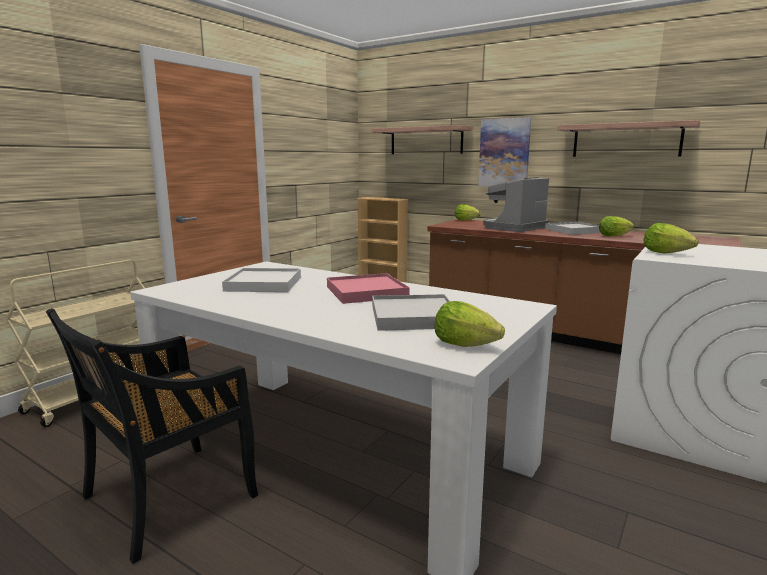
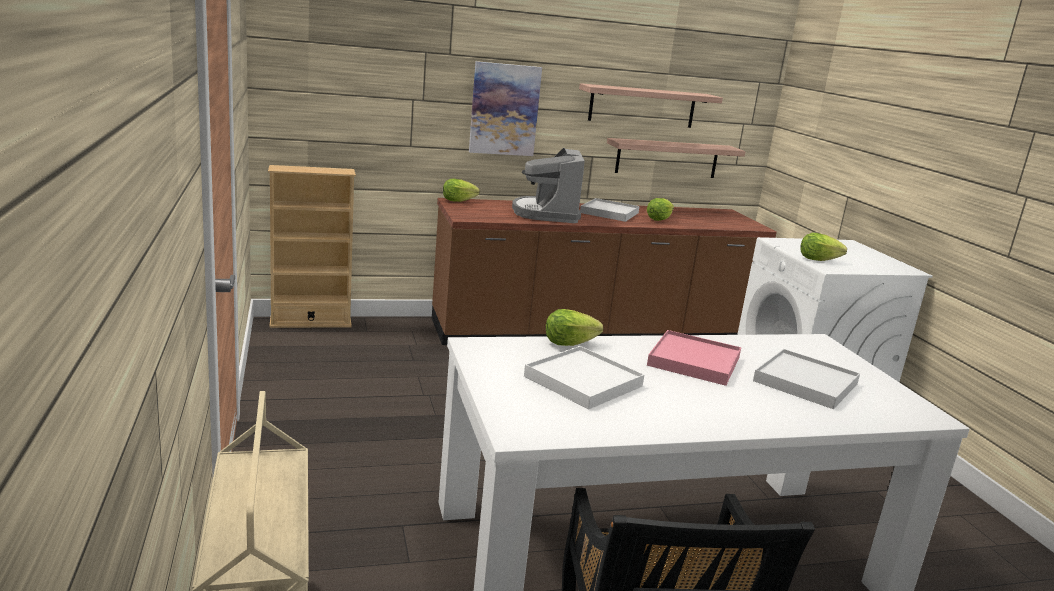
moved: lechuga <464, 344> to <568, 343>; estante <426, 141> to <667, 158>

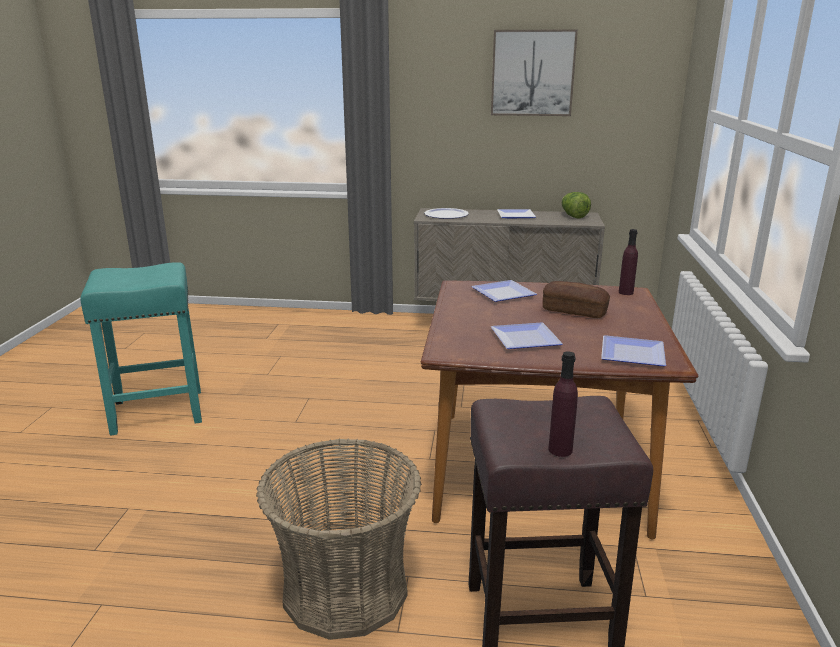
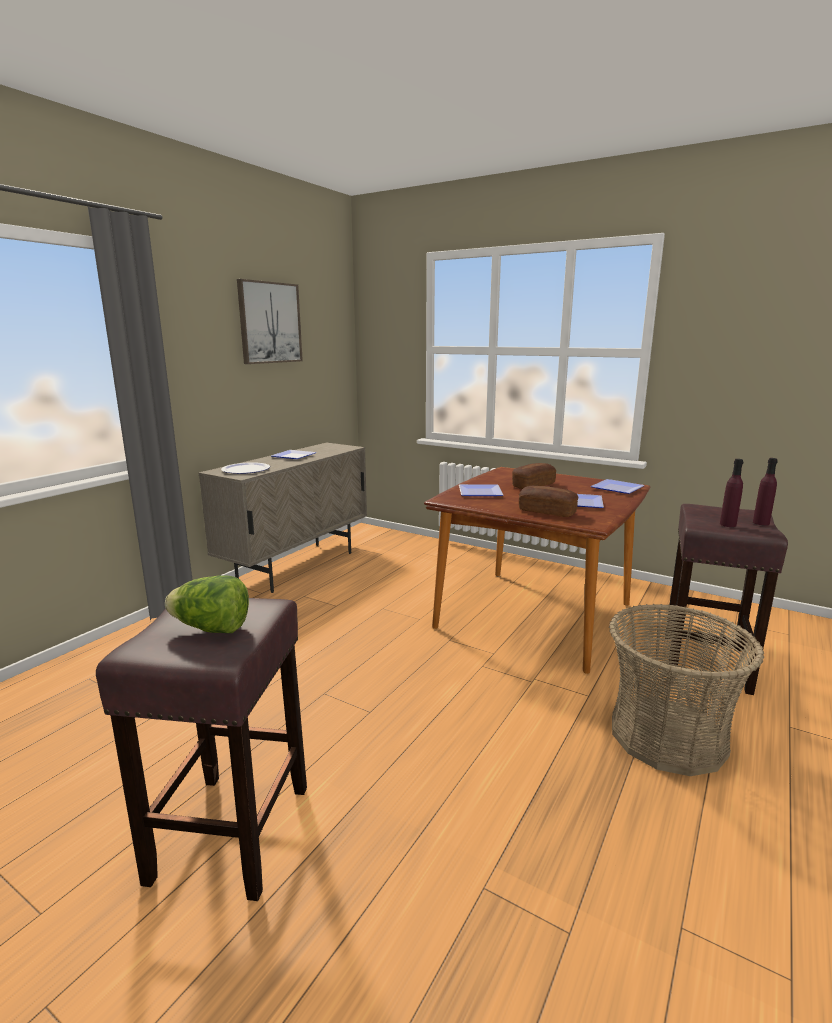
added: pan <547, 512>
moved: lechuga <573, 216> to <211, 629>; botella [morado] <626, 292> to <728, 524>
recoloured: taburete [turquesa] <156, 412> to taburete [marrón] <230, 835>

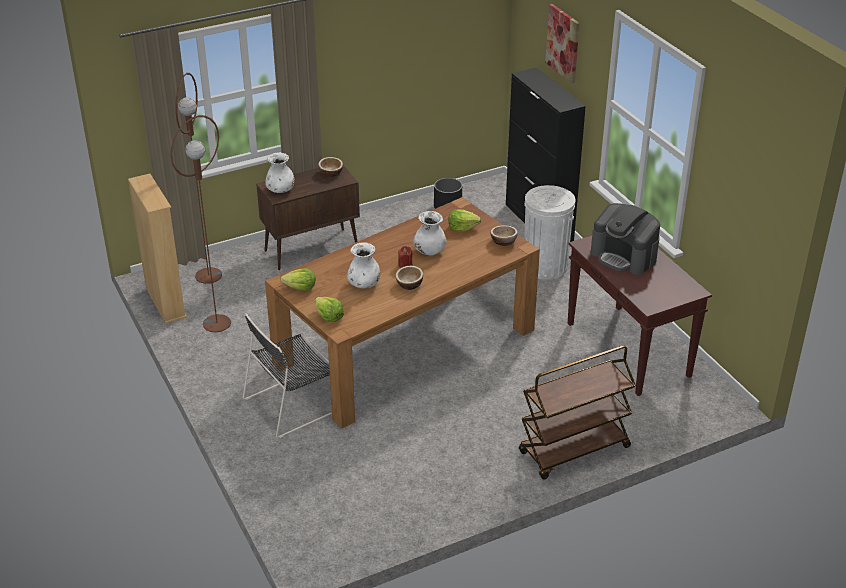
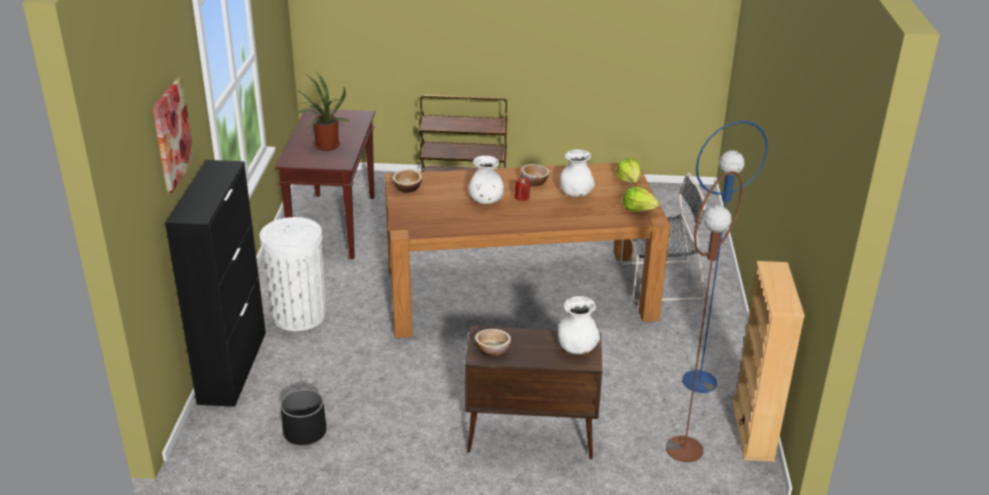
removed: lechuga <462, 227>
replaced: cafetera <624, 256> to planta en maceta <324, 146>
recoloured: lámpara de pie [marrón] <217, 323> to lámpara de pie [azul] <699, 382>

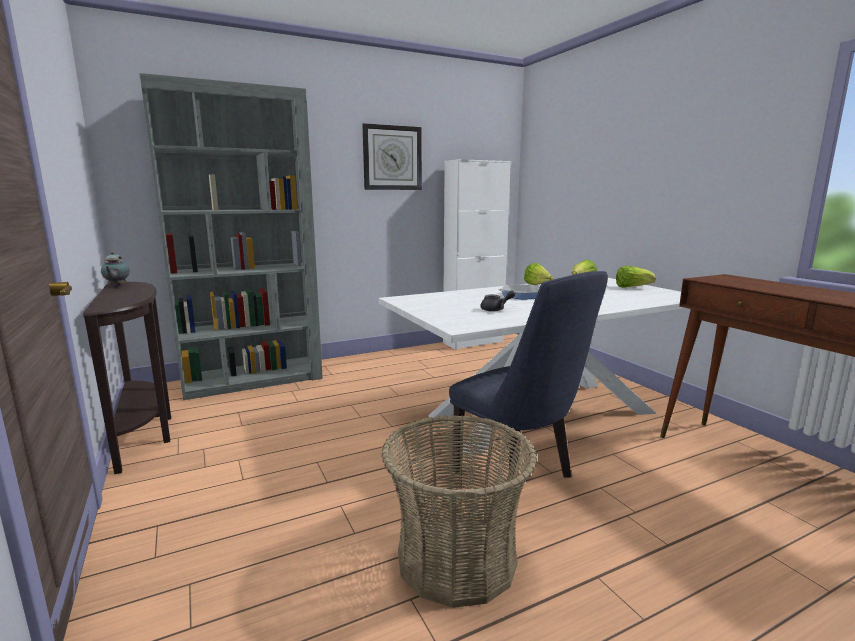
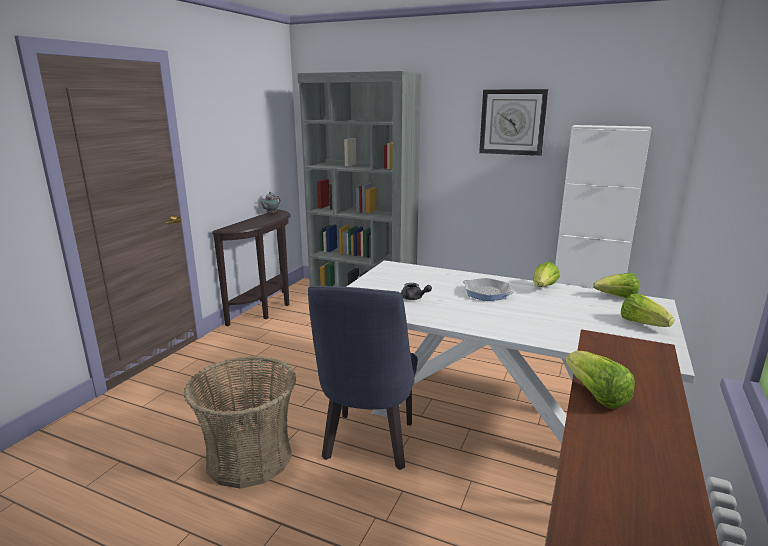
added: lechuga <595, 395>

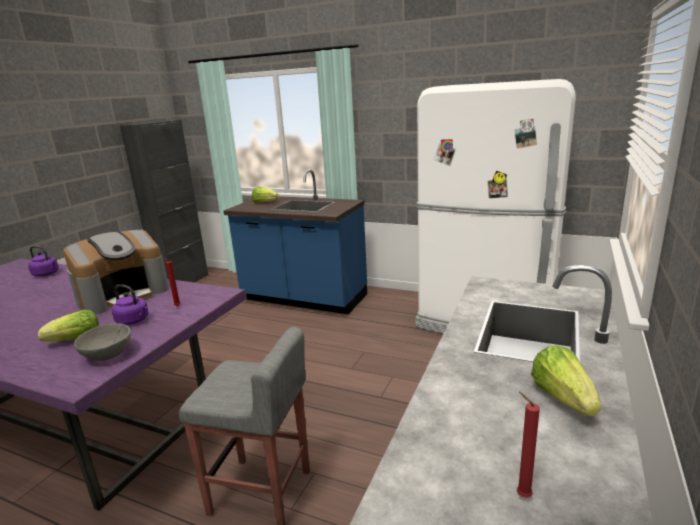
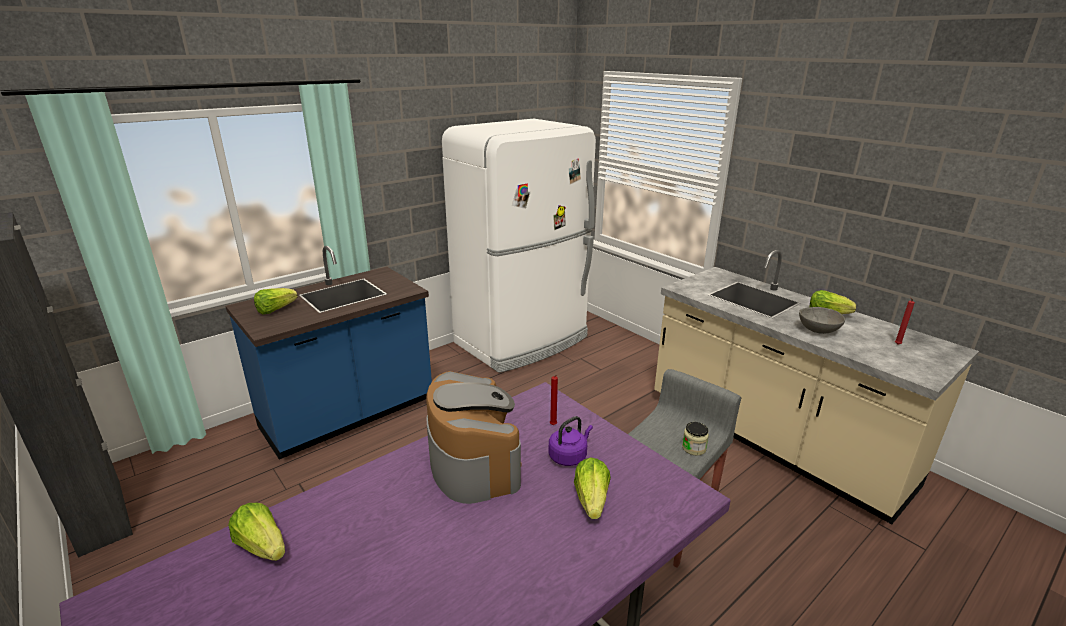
added: tarro <694, 448>
moved: cuenco [gris] <108, 355> to <817, 330>
replaced: hervidor [morado] <47, 274> to lechuga <262, 546>

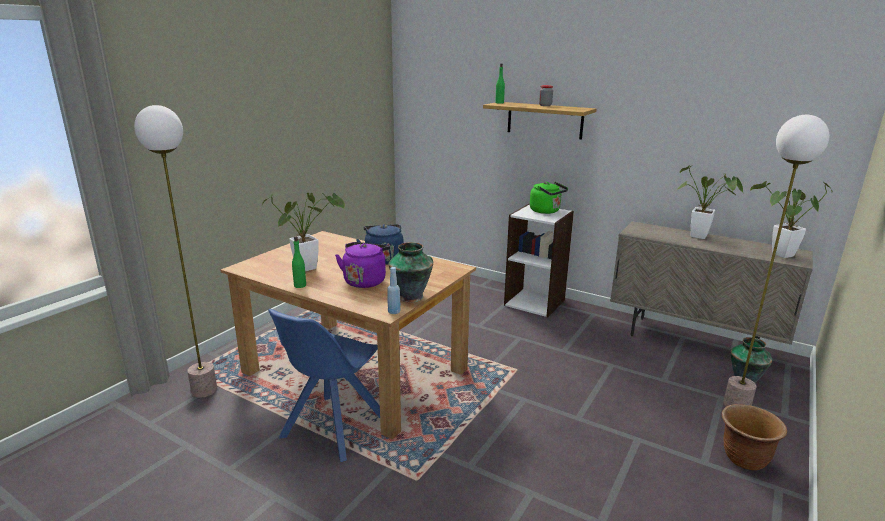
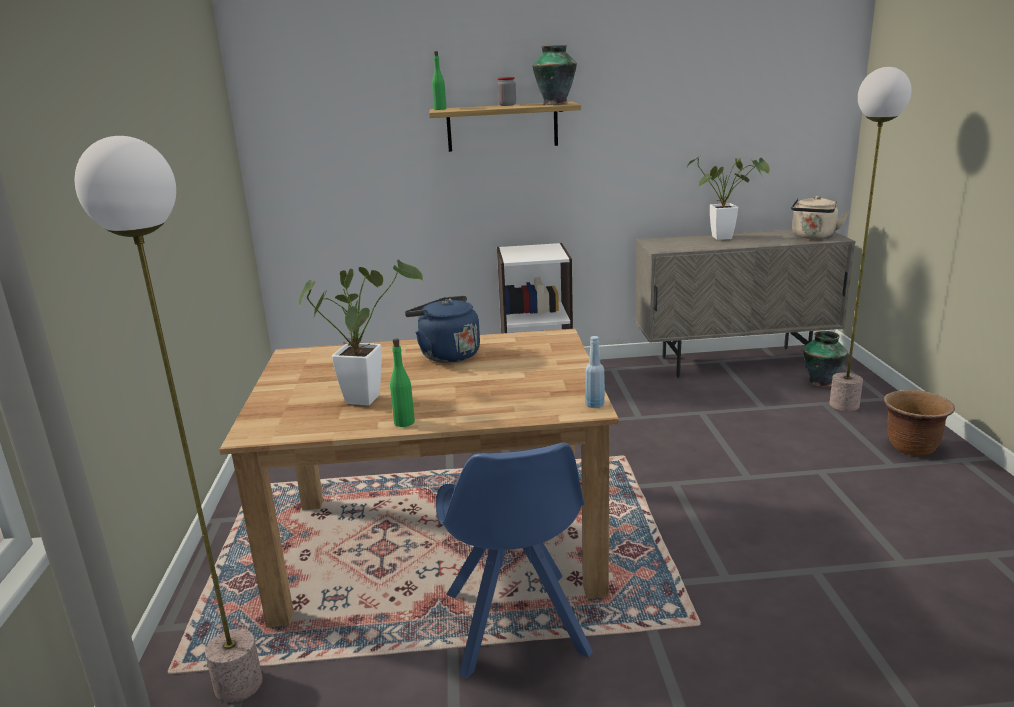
removed: hervidor [morado] <365, 281>; hervidor [verde] <546, 211>
moved: florero <412, 297> to <555, 104>
replaced: planta en maceta <779, 255> to hervidor [beis] <813, 237>

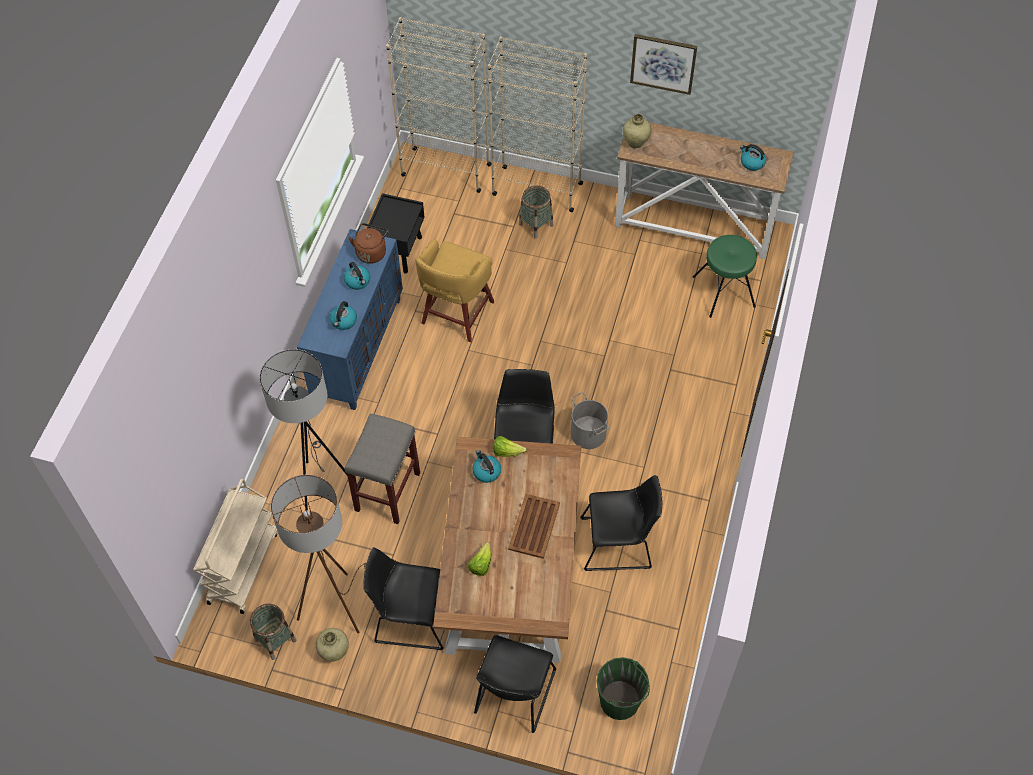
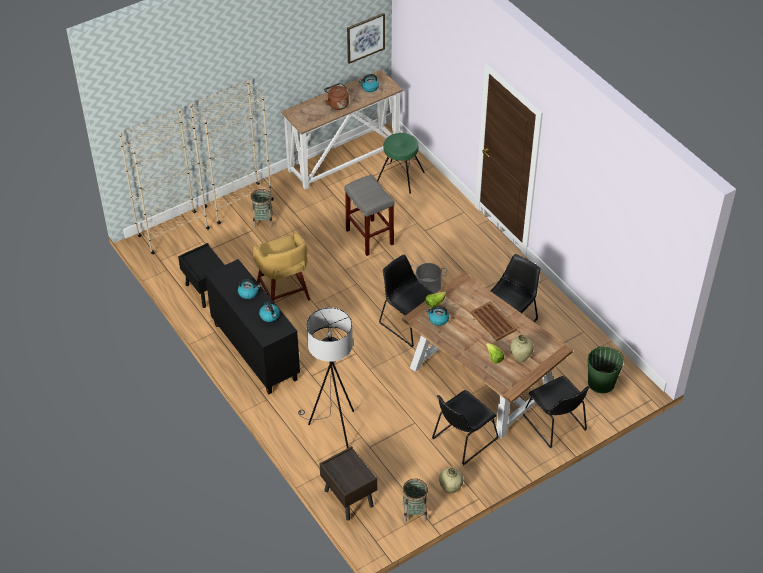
removed: lámpara de pie [marrón] <335, 603>
moved: hervidor [marrón] <371, 252> to <337, 104>; taburete [gris] <387, 491> to <369, 237>; cuadro <663, 63> to <365, 37>; florero [beis] <635, 143> to <520, 357>
replaced: carrito [beis] <243, 566> to mesita de noche [marrón] <348, 498>
recoloured: armario [azul] <358, 348> to armario [negro] <254, 352>

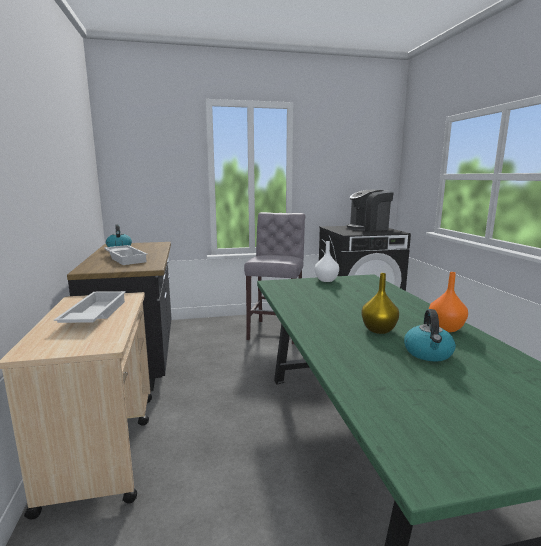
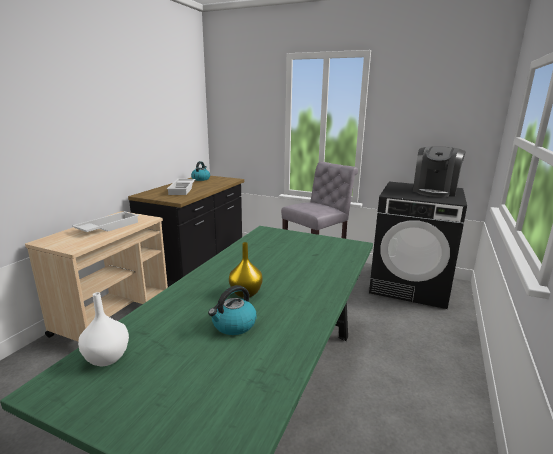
removed: florero [naranja] <445, 328>
moved: florero [blanco] <326, 280> to <107, 357>
turned: cafetera <368, 228> = <435, 191> 75 degrees counterclockwise

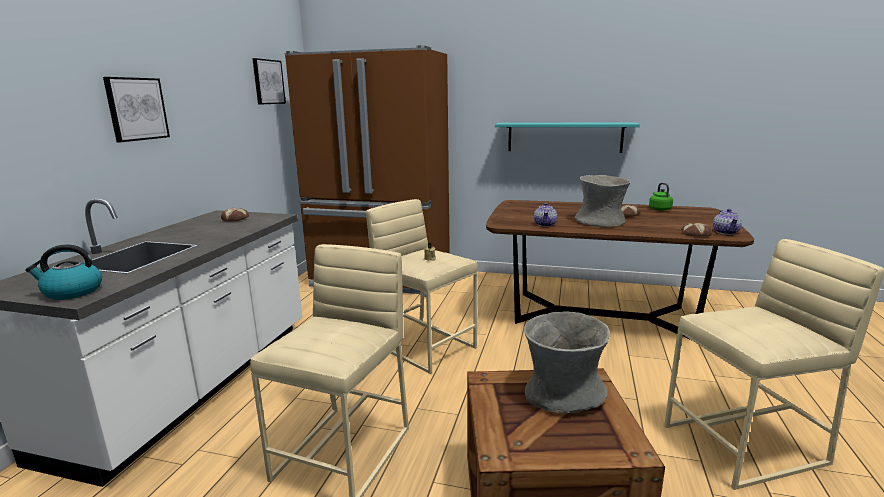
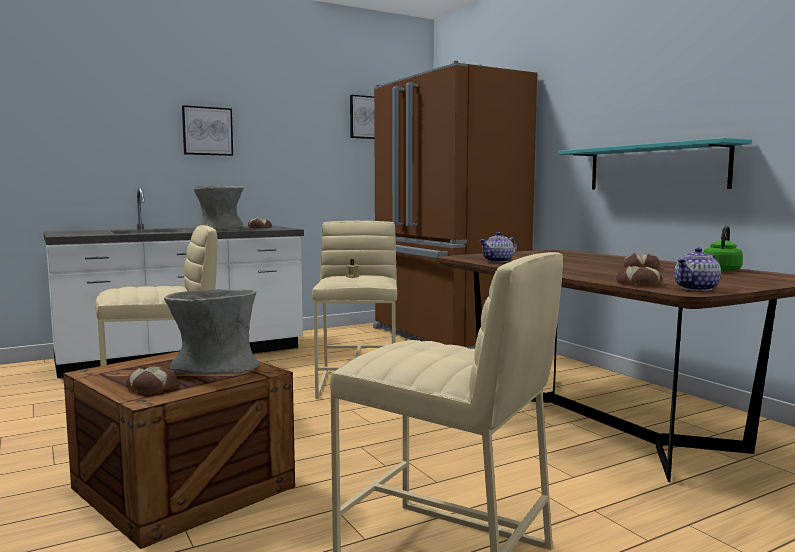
removed: hervidor <72, 292>
added: pan <152, 387>
moved: florero [gris] <600, 222> to <220, 229>

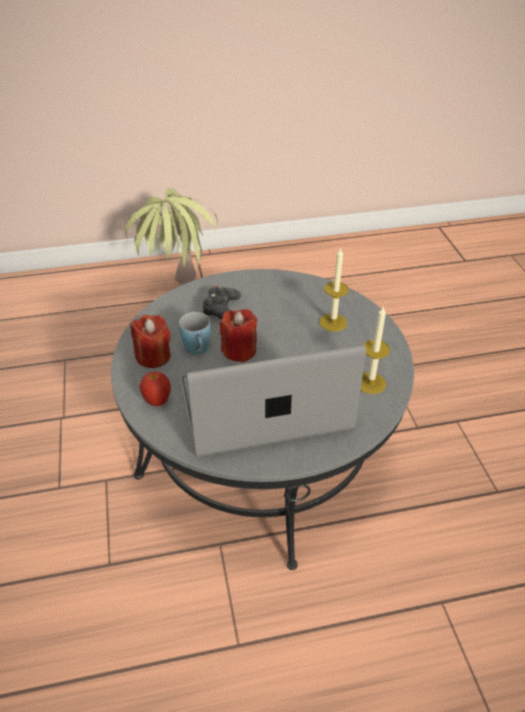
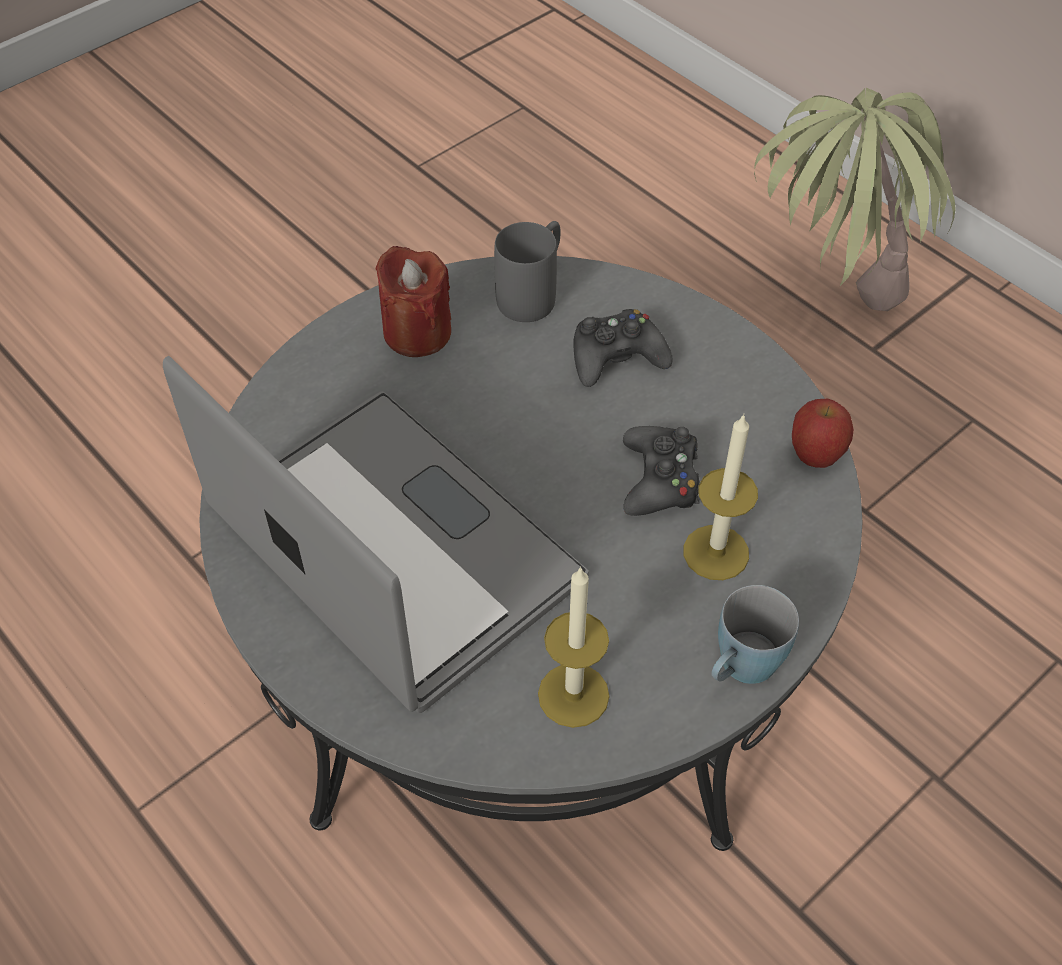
removed: vela [rojo] <239, 350>
added: taza grande [gris] <533, 293>; mando de consola [negro] <660, 479>
moved: taza grande [azul] <198, 350> to <740, 669>; manzana <157, 401> to <815, 457>

